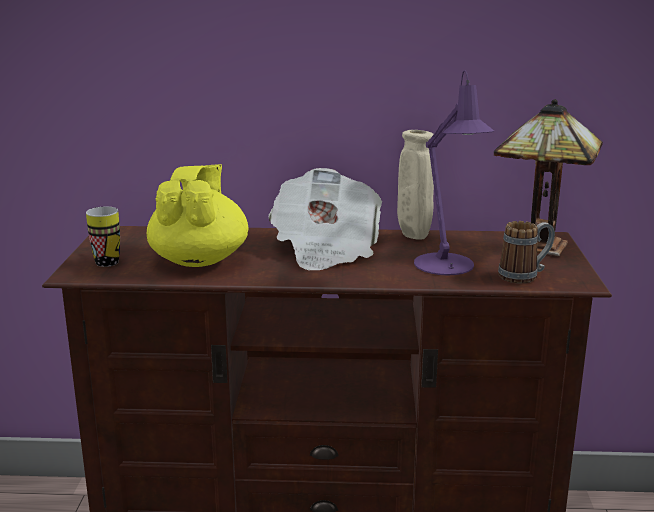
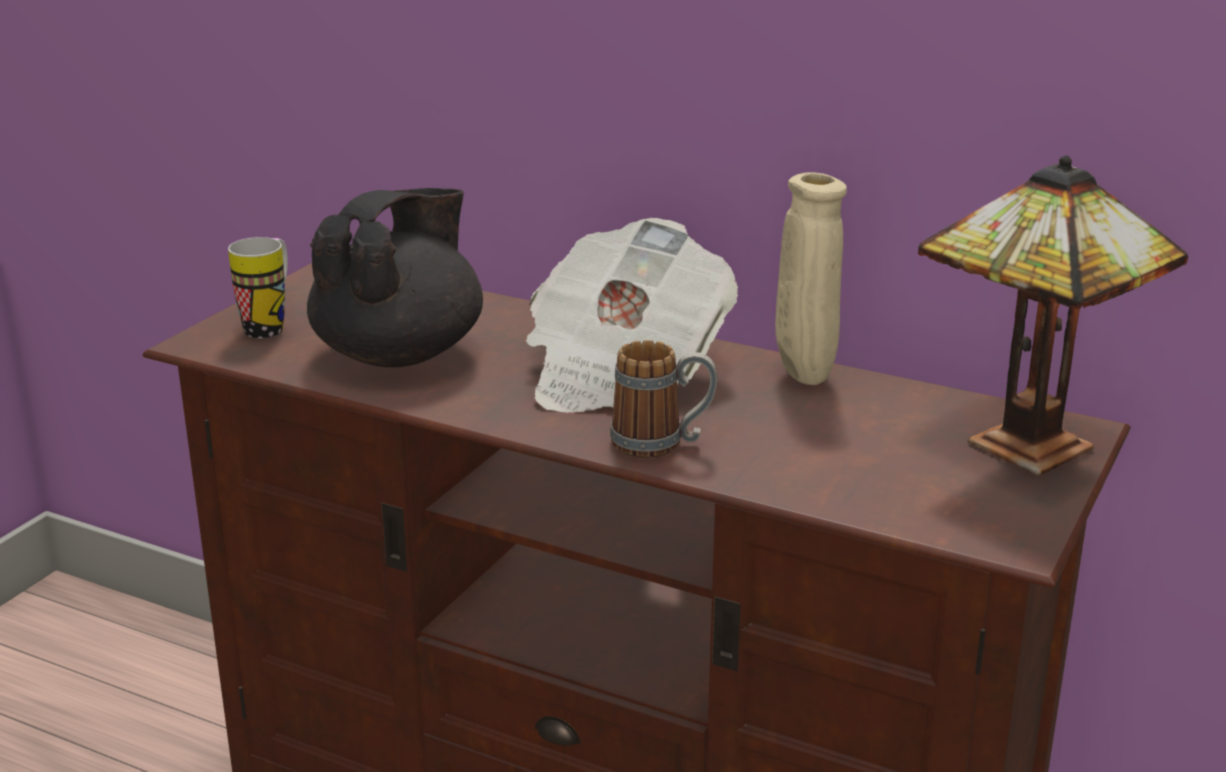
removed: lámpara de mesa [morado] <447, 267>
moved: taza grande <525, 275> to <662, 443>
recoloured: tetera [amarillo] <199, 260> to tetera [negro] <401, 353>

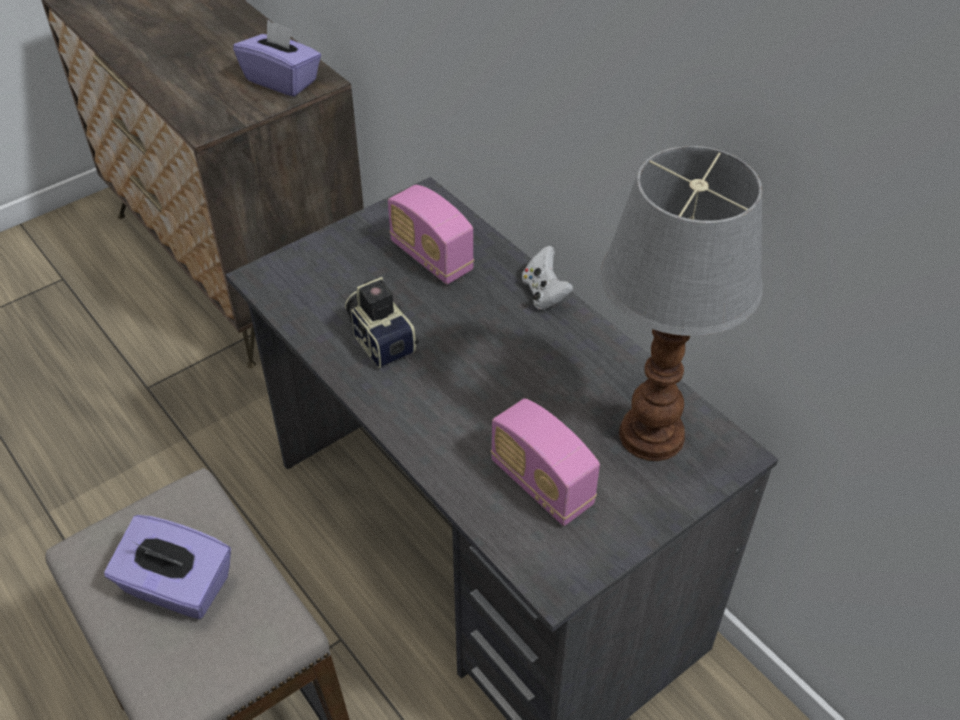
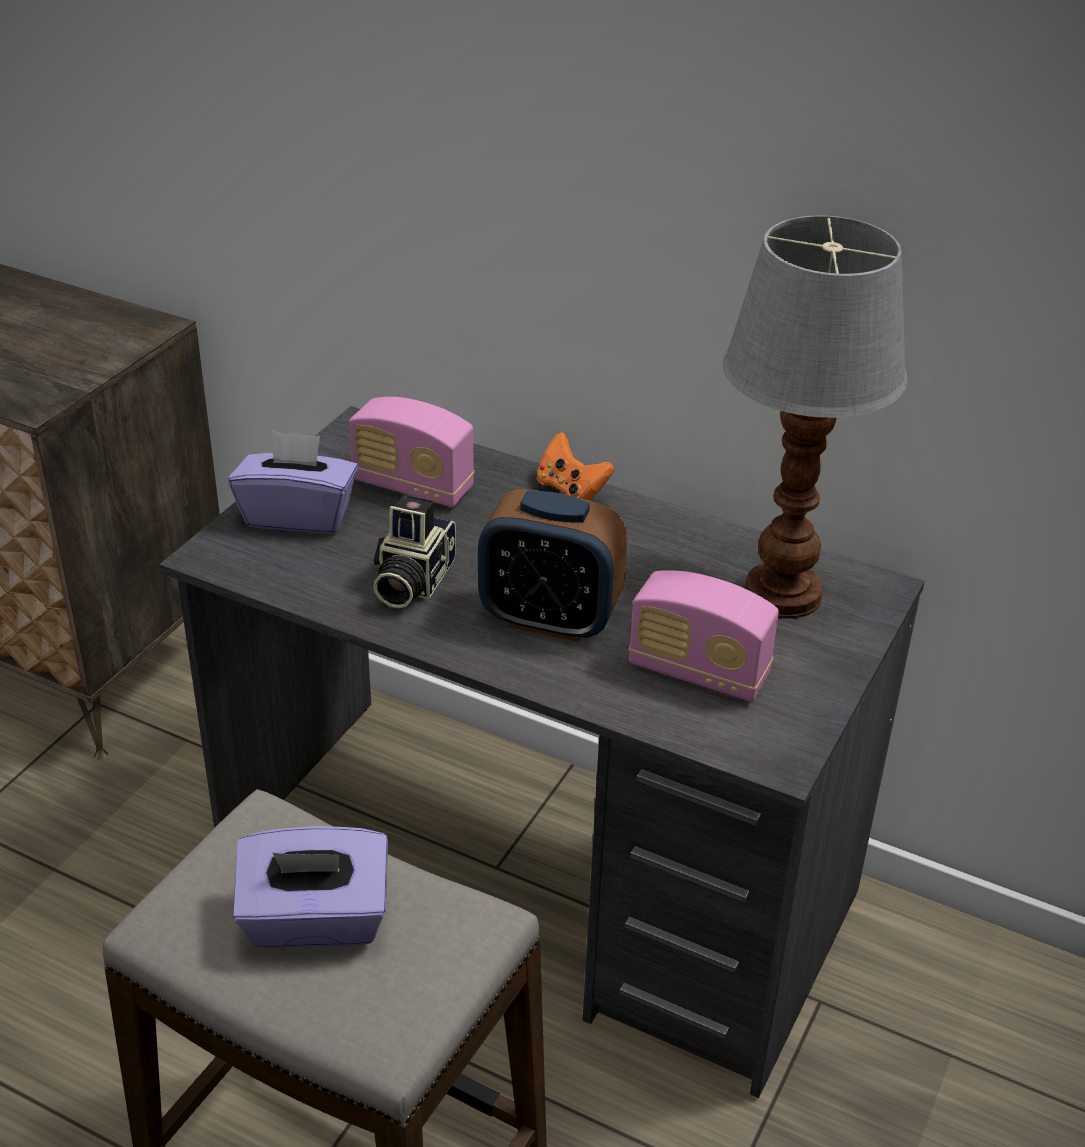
added: despertador <550, 619>
moved: caja de pañuelos [morado] <282, 80> to <298, 515>
recoloured: mando de consola [blanco] <544, 293> to mando de consola [naranja] <571, 490>
turned: cámara <381, 339> = <410, 581> 105 degrees counterclockwise

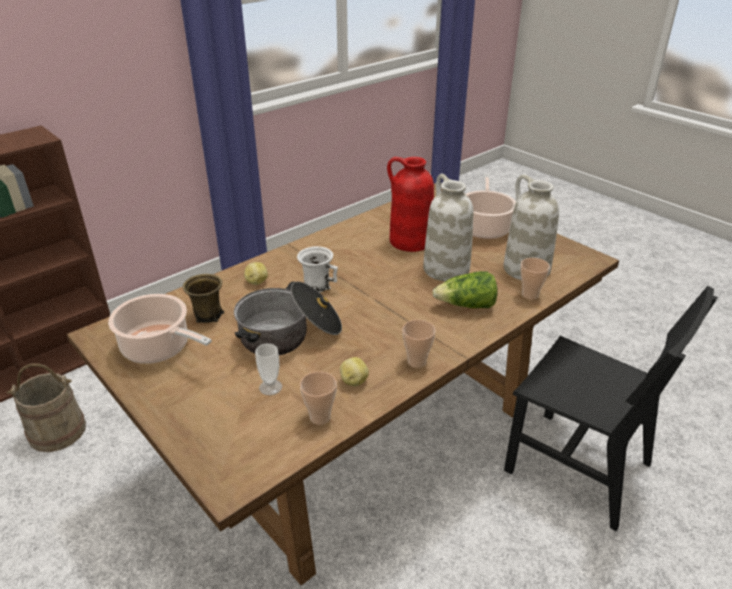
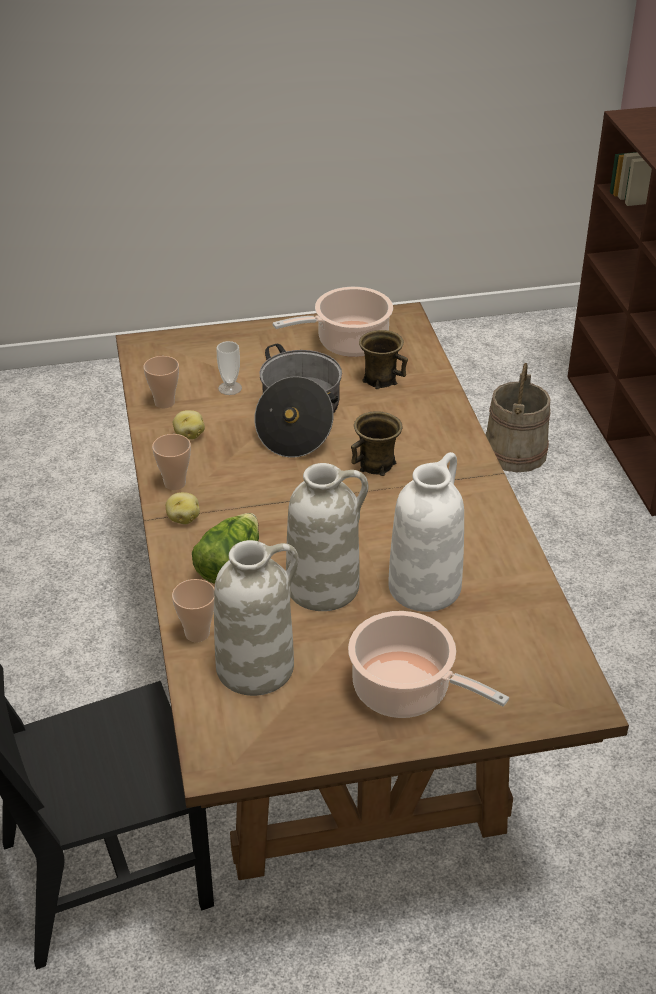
moved: patata <256, 282> to <183, 518>
recoloured: taza grande [blanco] <317, 286> to taza grande [marrón] <376, 465>; florero [rojo] <410, 241> to florero [blanco] <424, 586>

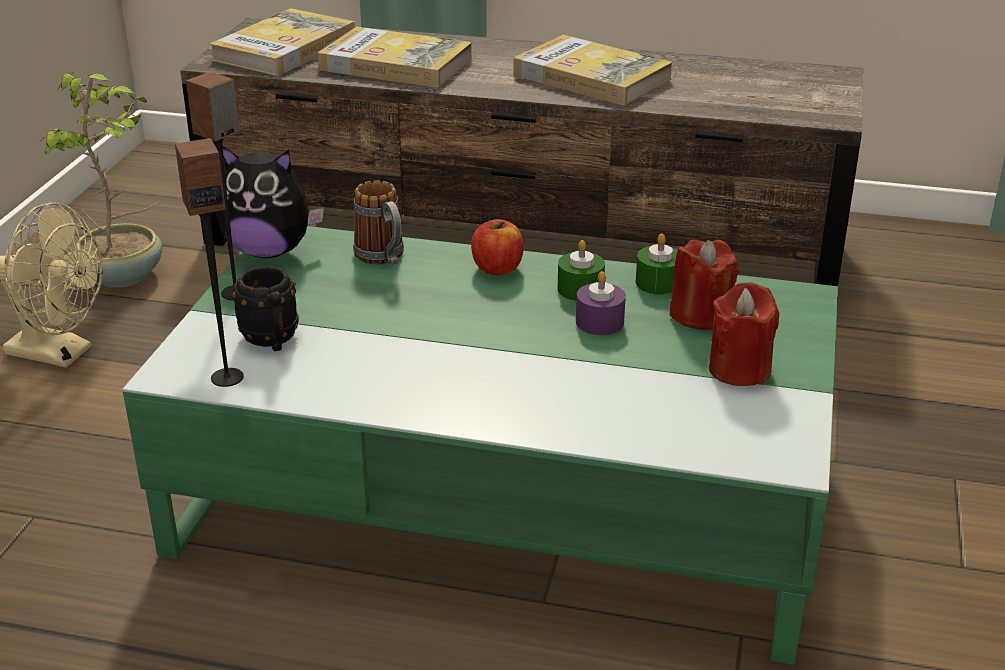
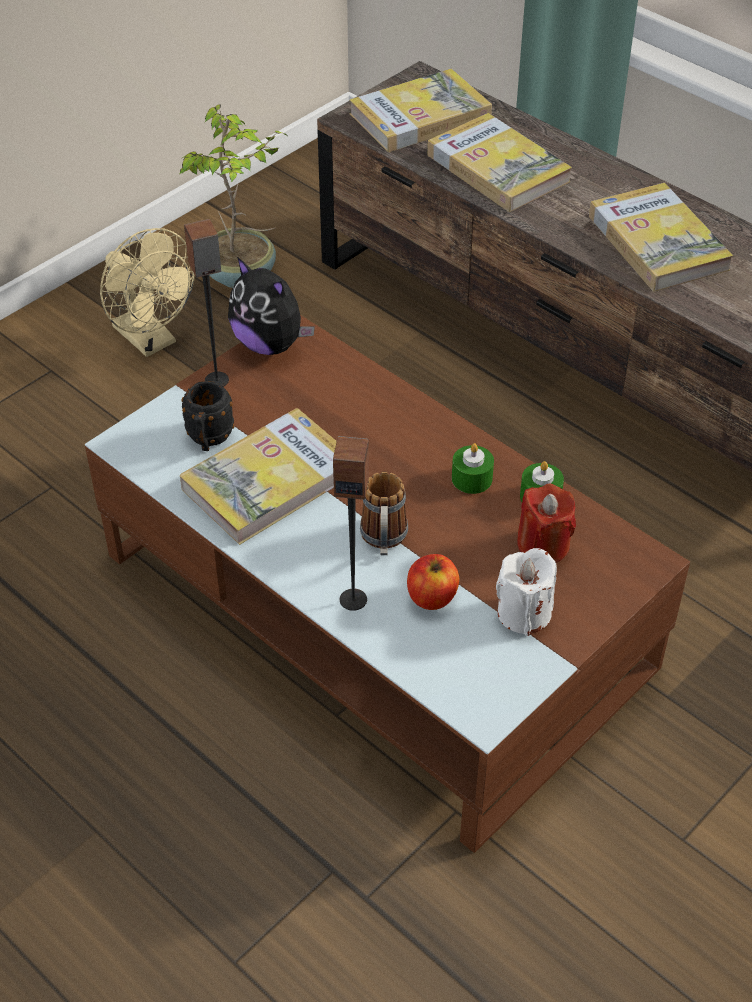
removed: vela [morado] <599, 322>
added: libro <269, 481>
moved: altavoz <227, 377> to <353, 599>; taza grande <384, 258> to <384, 541>; manzana <497, 268> to <431, 597>
recoloured: mesa de centro [verde] <502, 495> to mesa de centro [marrón] <376, 610>; vela [rojo] <739, 369> to vela [blanco] <524, 613>

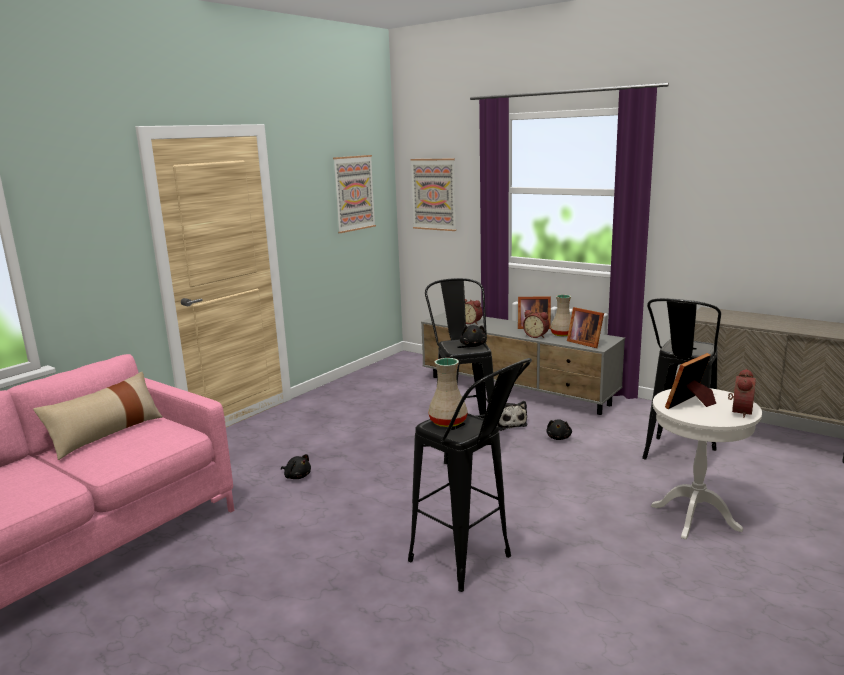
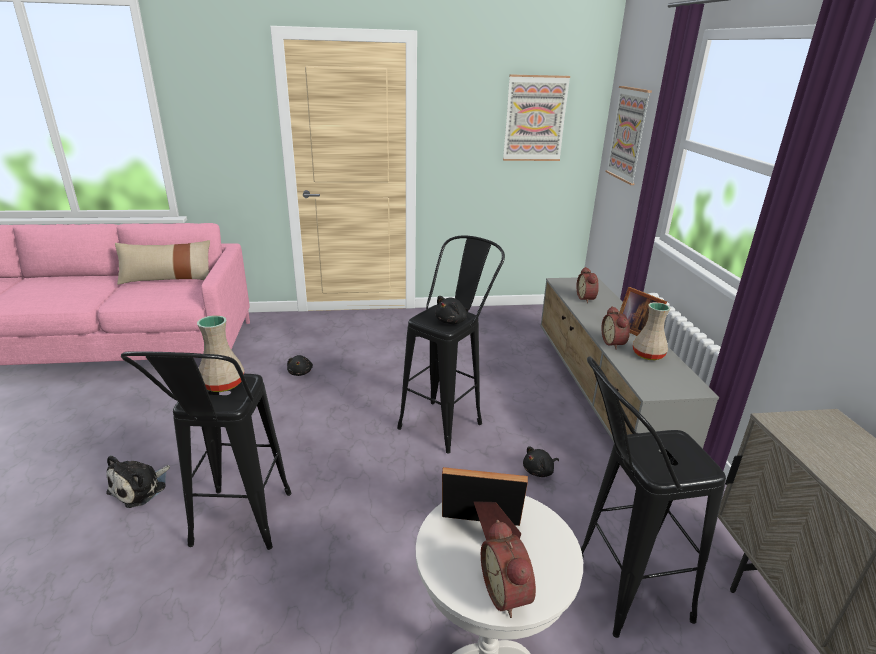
removed: portarretratos <584, 342>
moved: peluche <507, 423> to <140, 488>
turned: despertador <739, 411> = <508, 593> 90 degrees clockwise

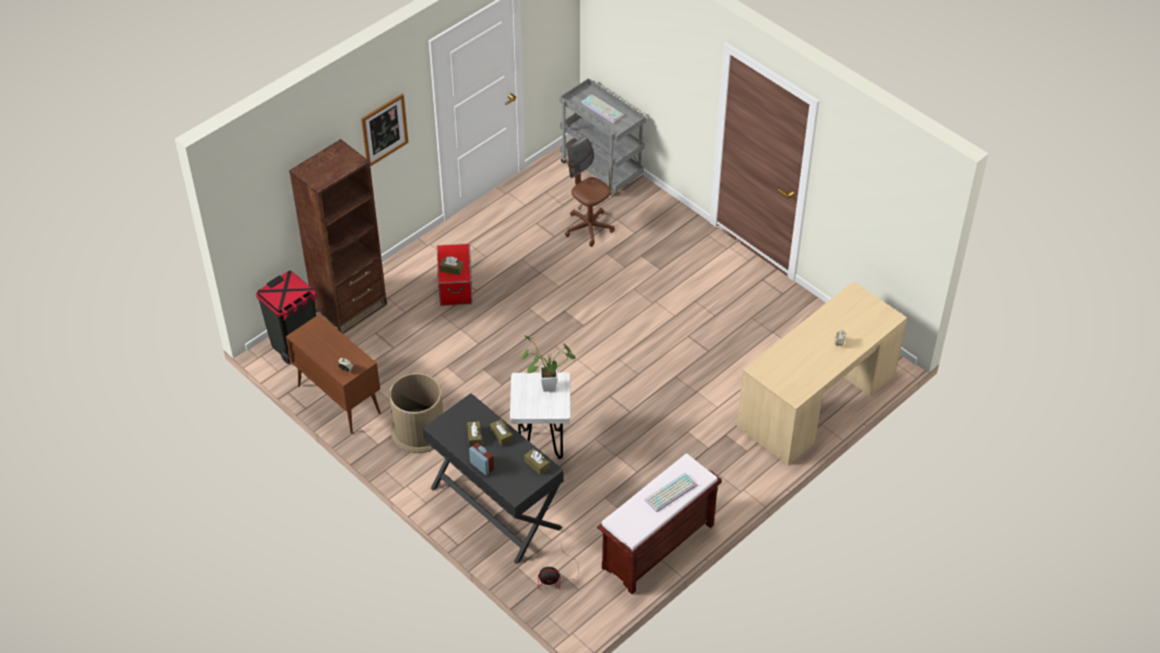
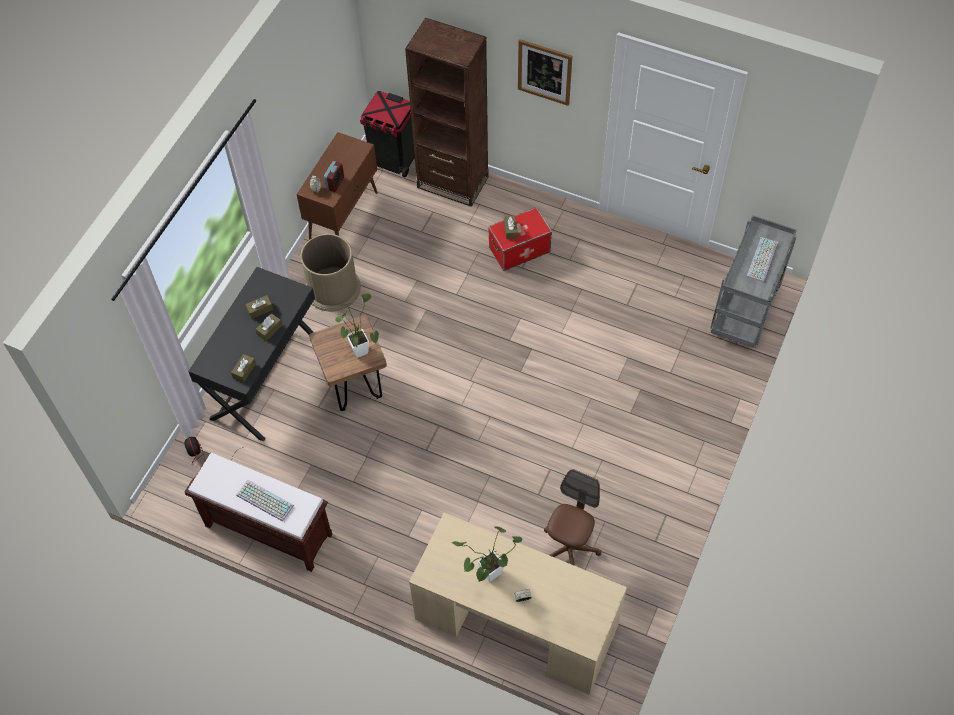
added: planta en maceta <487, 575>
moved: despertador <482, 466> to <335, 183>; silla de oficina [marrón] <588, 228> to <569, 549>
recoloured: taburete [blanco] <541, 444> to taburete [marrón] <355, 389>

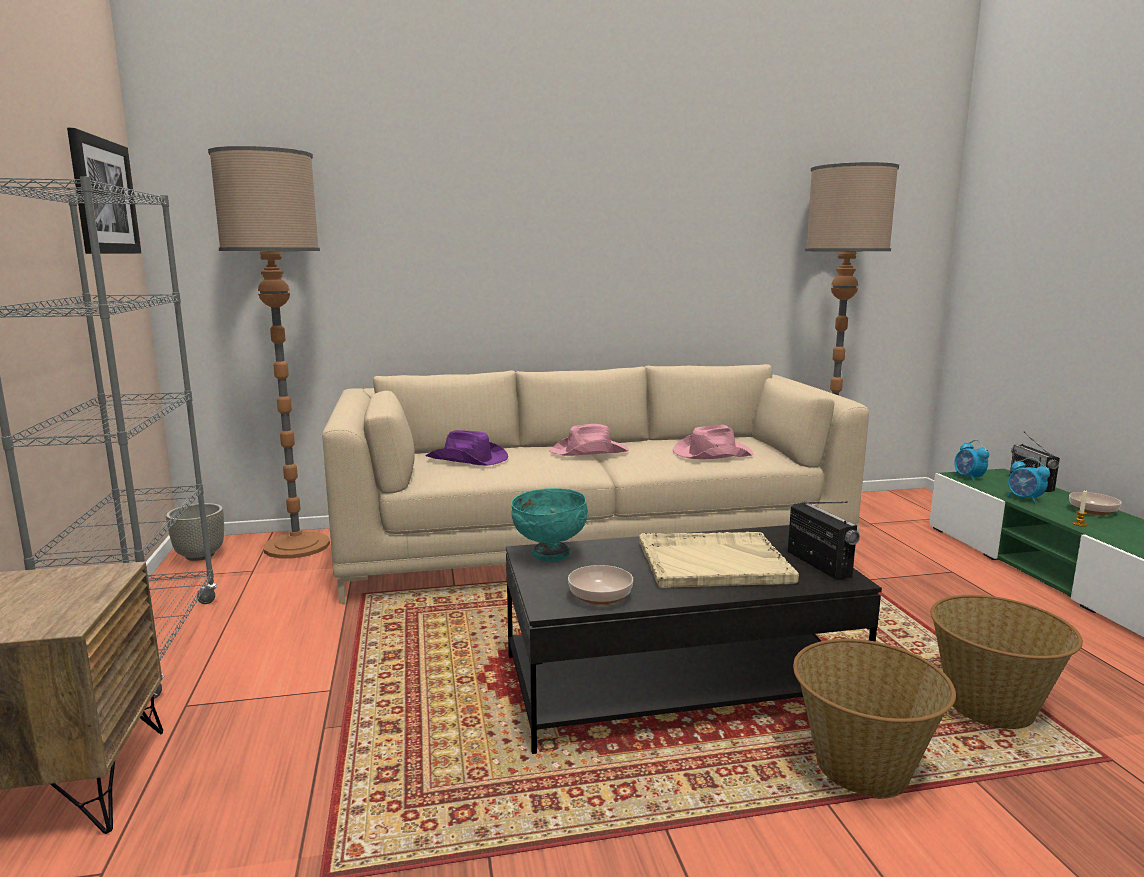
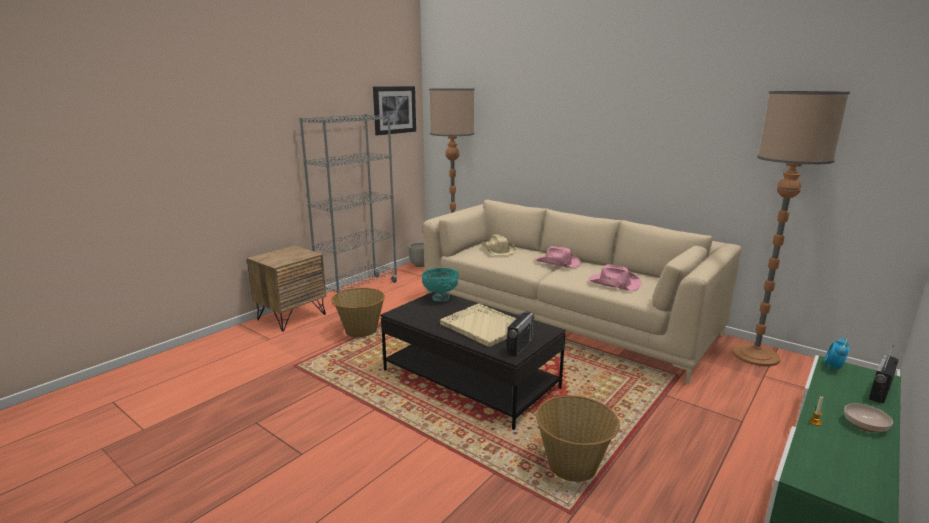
removed: cuenco <599, 597>; despertador <1024, 499>
moved: cesta <861, 769> to <360, 331>
recoloured: sombrero [morado] <467, 460> to sombrero [beis] <497, 250>

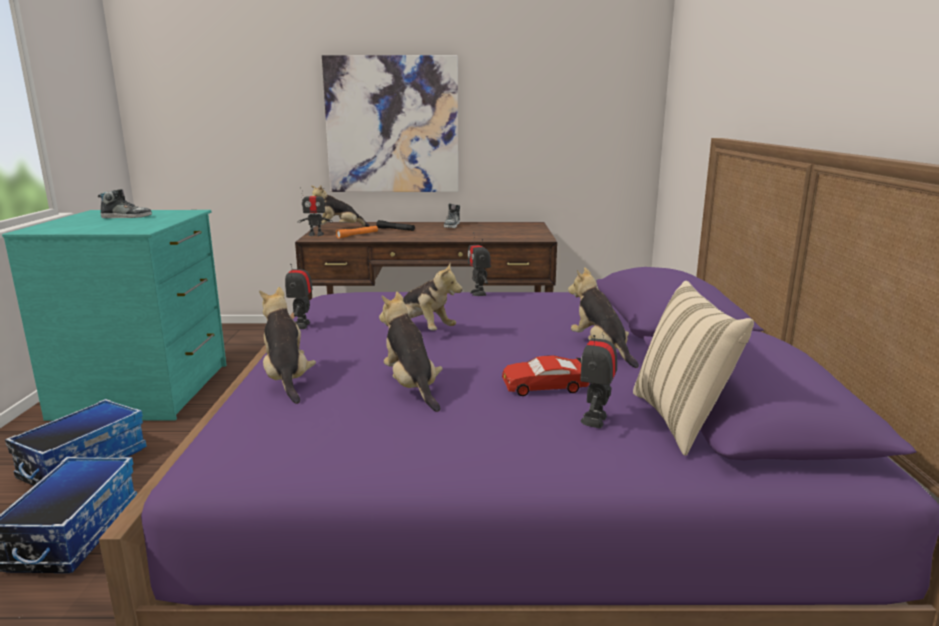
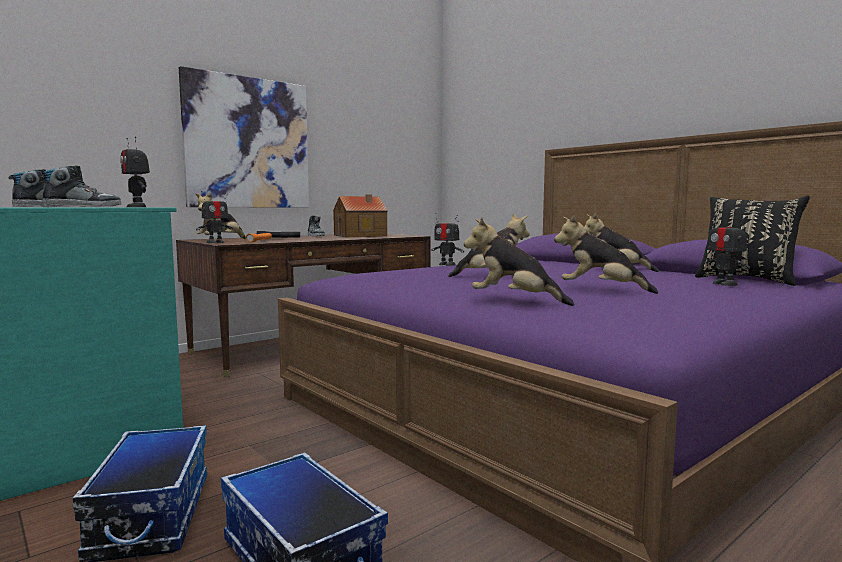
removed: coche de juguete [rojo] <545, 386>
added: zapato <83, 206>; casita <361, 236>
moved: robot de juguete <301, 325> to <137, 207>
recoloured: cojín [beis] <681, 420> to cojín [negro] <747, 280>

